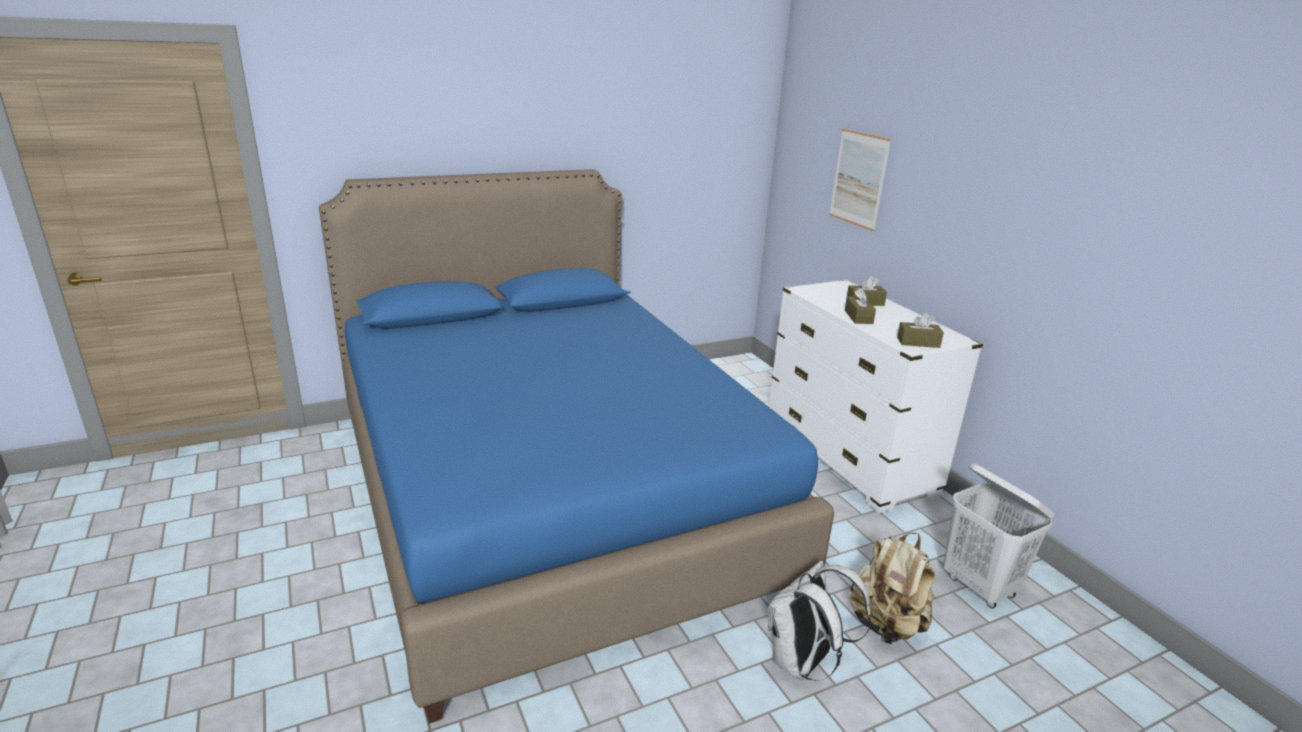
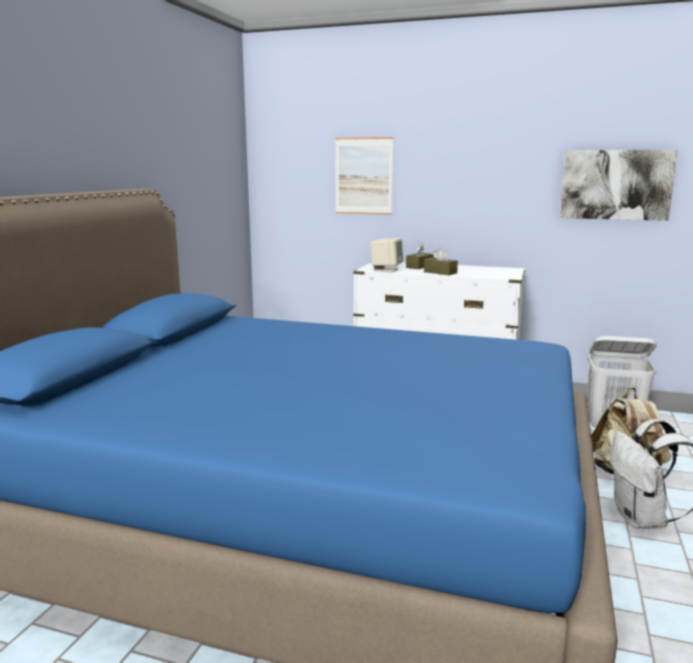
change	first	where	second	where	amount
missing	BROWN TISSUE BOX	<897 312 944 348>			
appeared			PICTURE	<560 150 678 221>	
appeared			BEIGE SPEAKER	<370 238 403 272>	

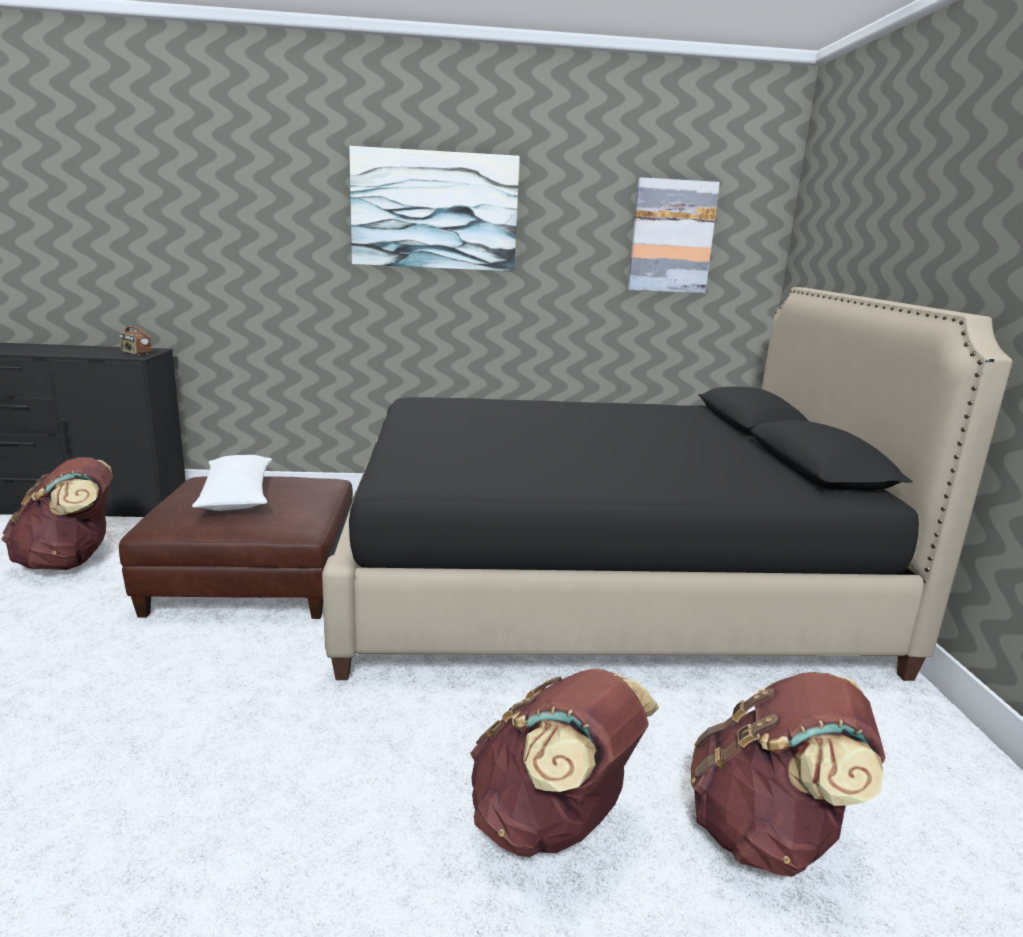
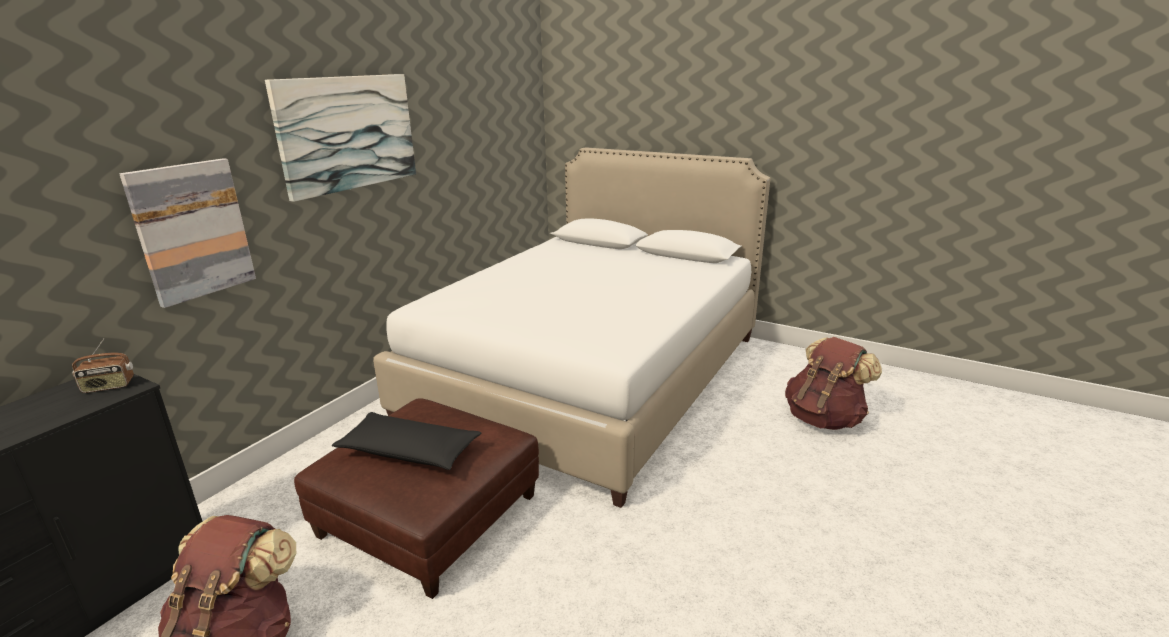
change	first	where	second	where	amount
relocated	PICTURE	<628 177 720 293>		<120 158 256 308>	
colour	BLACK BED	<322 287 1012 681>	WHITE BED	<373 147 770 508>	
colour	WHITE PILLOW	<192 455 272 511>	BLACK PILLOW	<332 412 481 470>	
missing	BROWN BACKPACK	<470 669 659 857>			

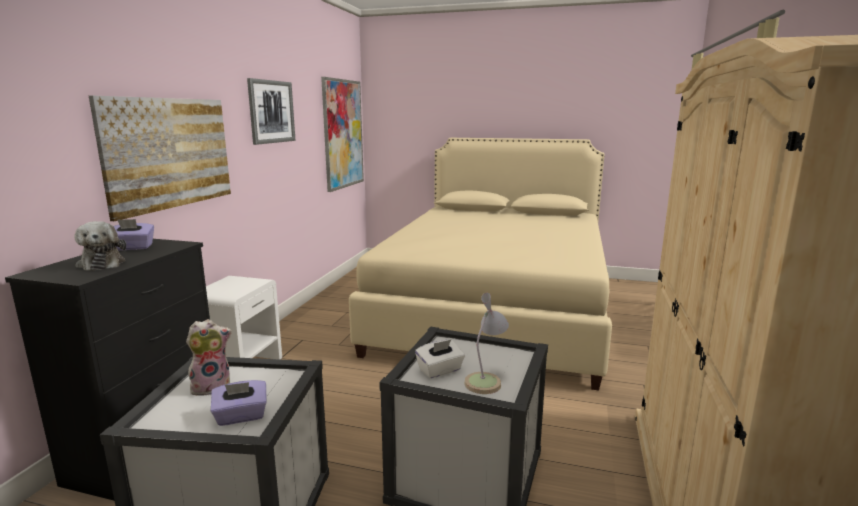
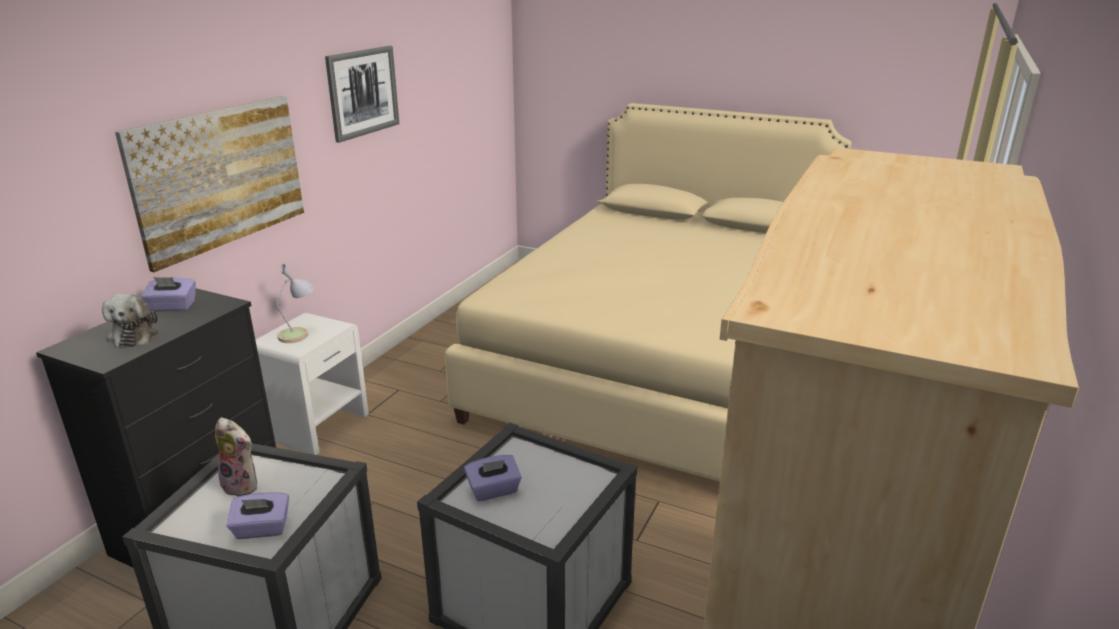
change	first	where	second	where	amount
missing	PICTURE	<321 77 364 192>			
relocated	TABLE LAMP	<464 292 509 394>		<276 264 314 343>	
spun	PLUSH TOY	<186 319 232 396>		<215 417 257 497>	45 degrees clockwise
colour	WHITE TISSUE BOX	<415 340 465 379>	PURPLE TISSUE BOX	<464 455 522 501>	

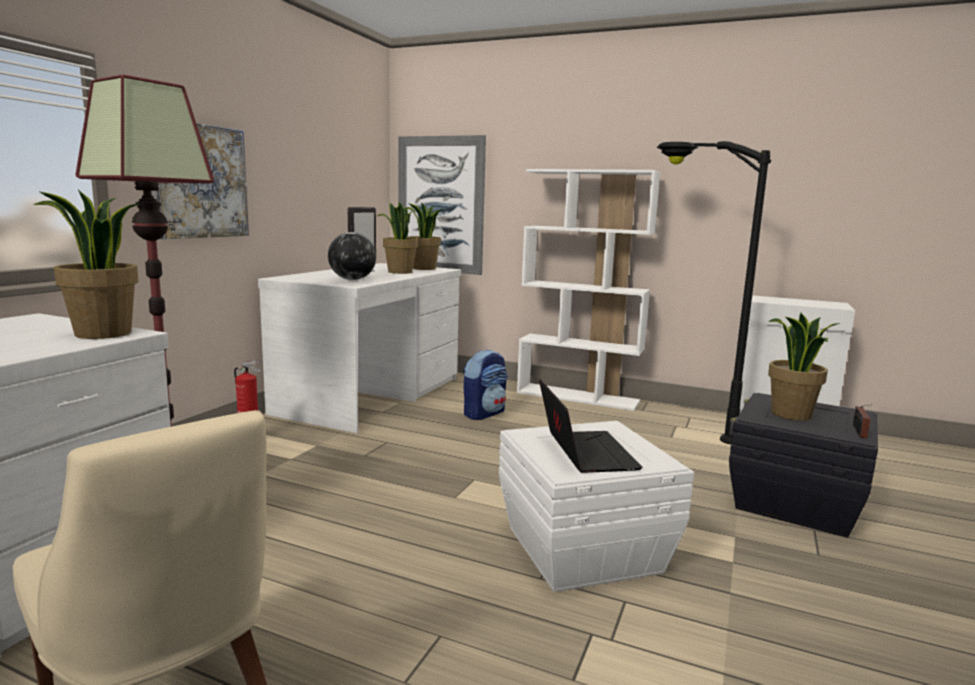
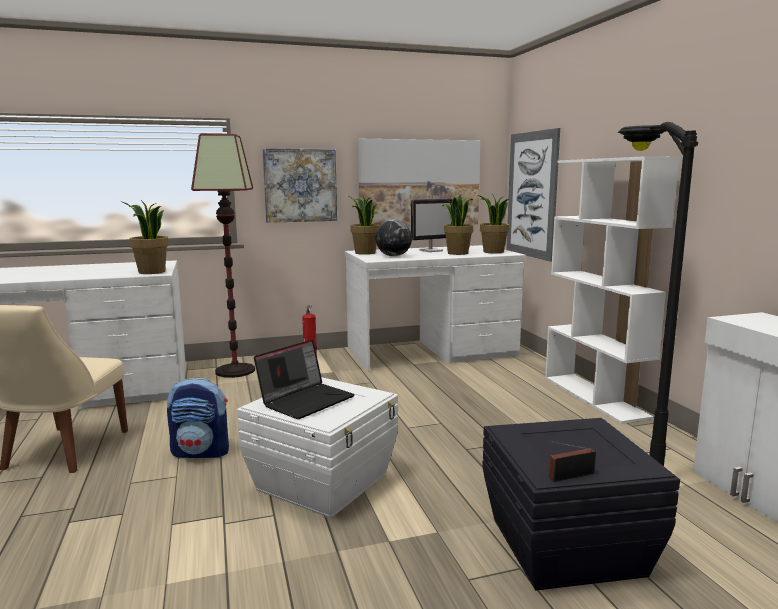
change	first	where	second	where	amount
relocated	POTTED PLANT	<768 313 840 421>		<347 194 380 255>	
relocated	BACKPACK	<463 349 508 420>		<167 378 229 458>	
appeared			PICTURE	<358 139 480 226>	

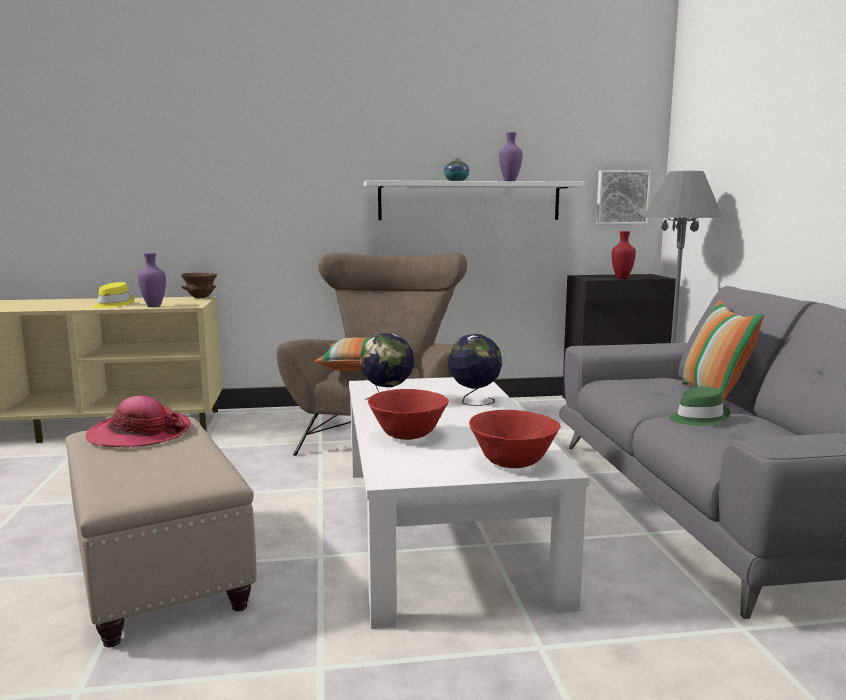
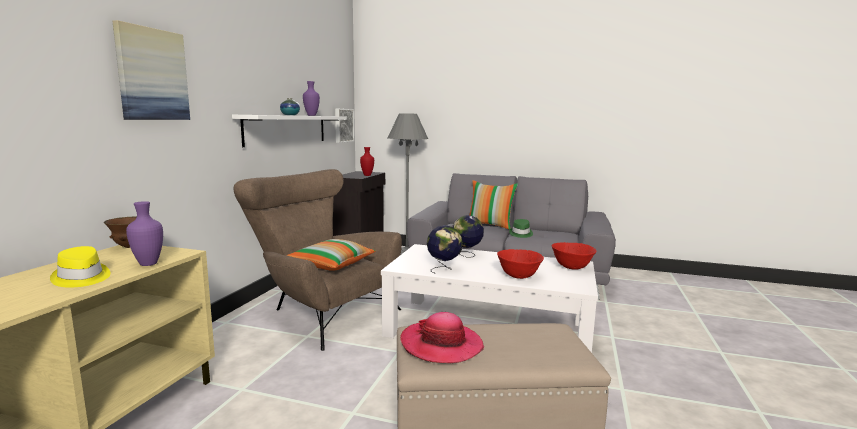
change	first	where	second	where	amount
appeared			PICTURE	<112 20 190 120>	

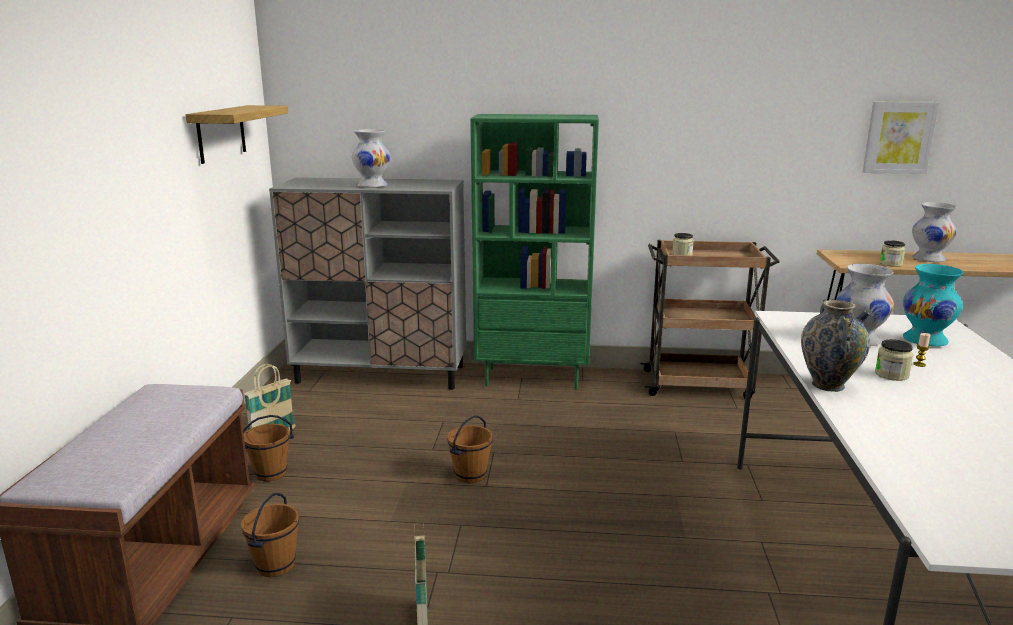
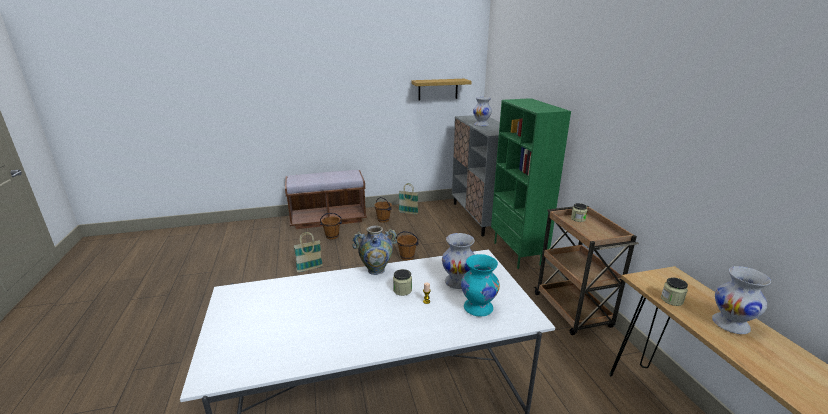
change	first	where	second	where	amount
missing	PICTURE	<863 102 939 174>			

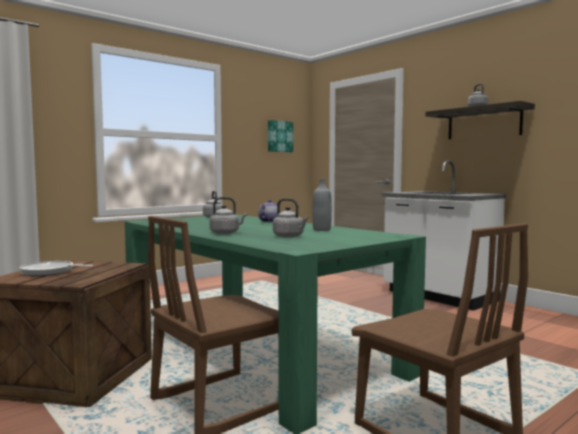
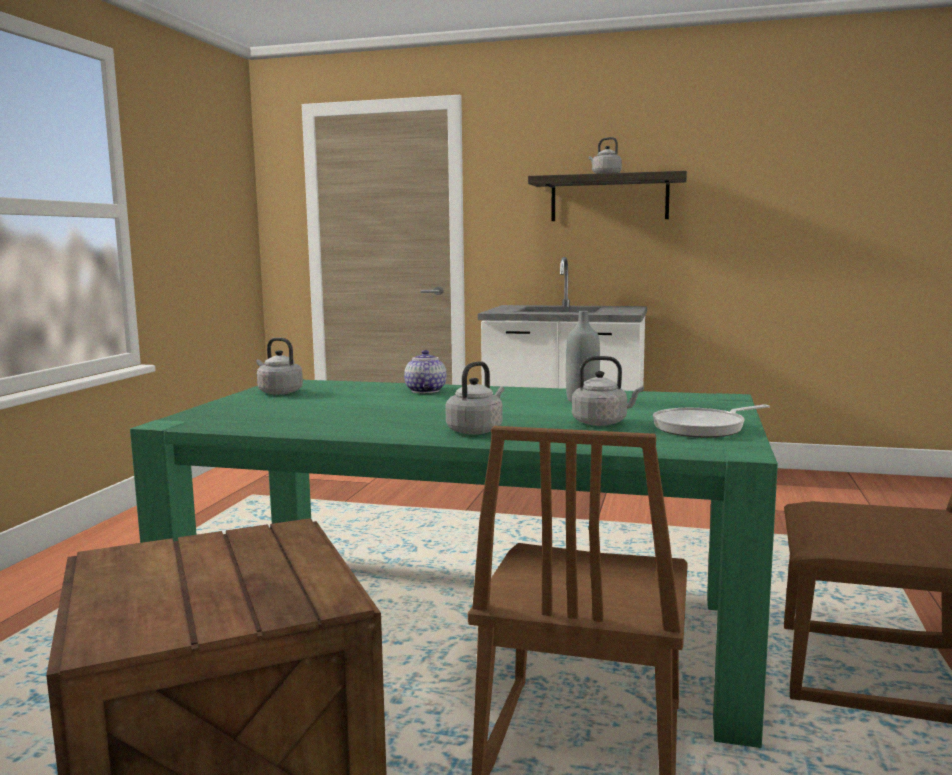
change	first	where	second	where	amount
missing	PICTURE	<268 120 293 152>			
relocated	FRYING PAN	<19 261 93 276>		<653 405 769 438>	

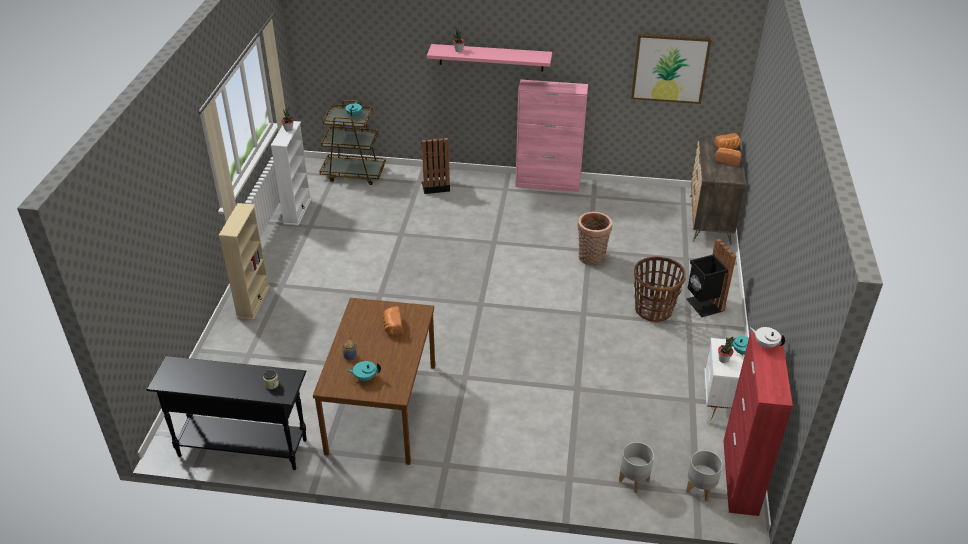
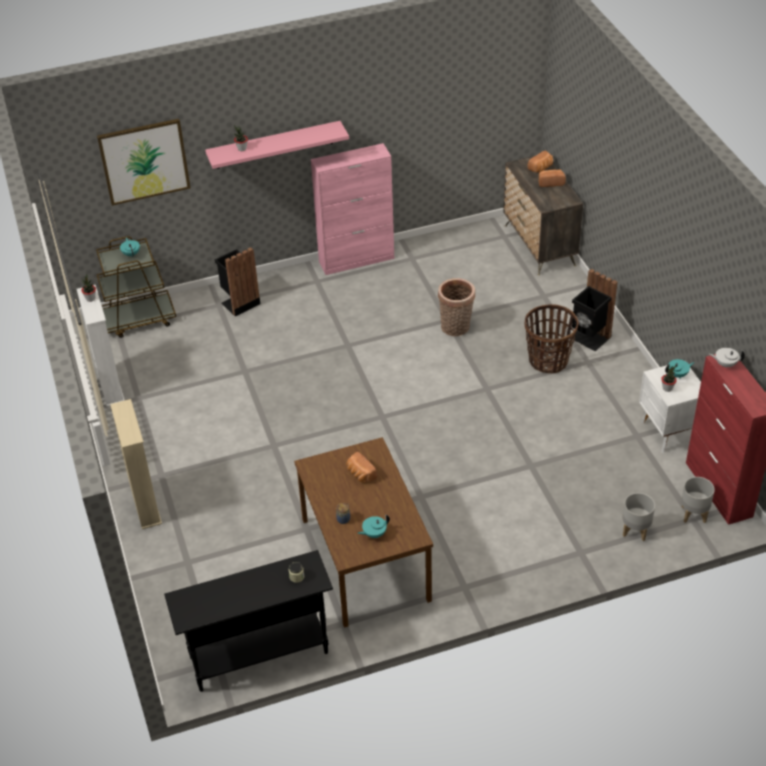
change	first	where	second	where	amount
relocated	PICTURE	<631 34 712 104>		<97 119 191 206>	

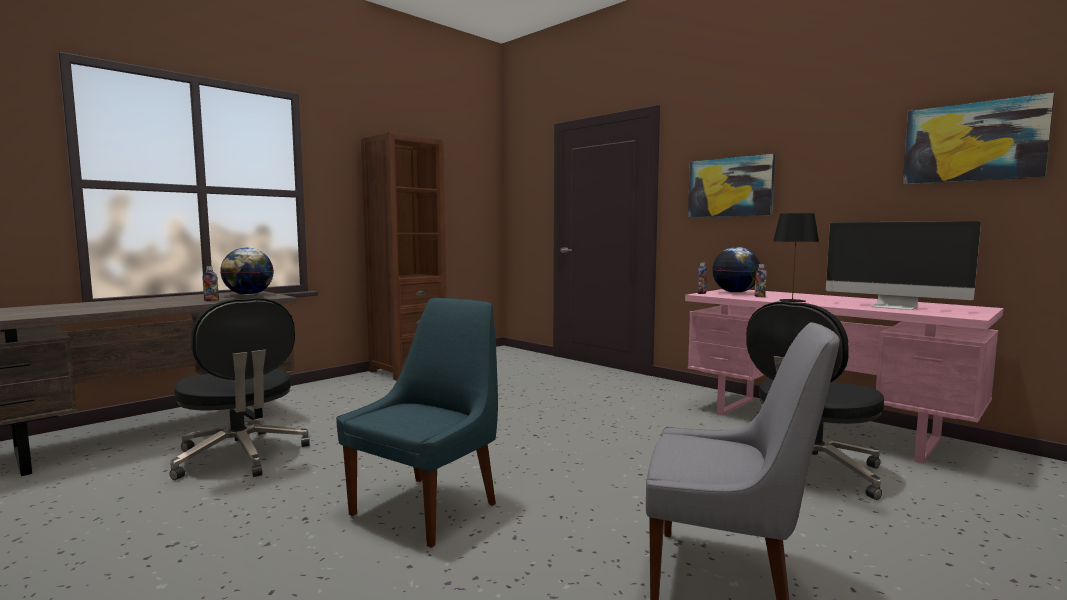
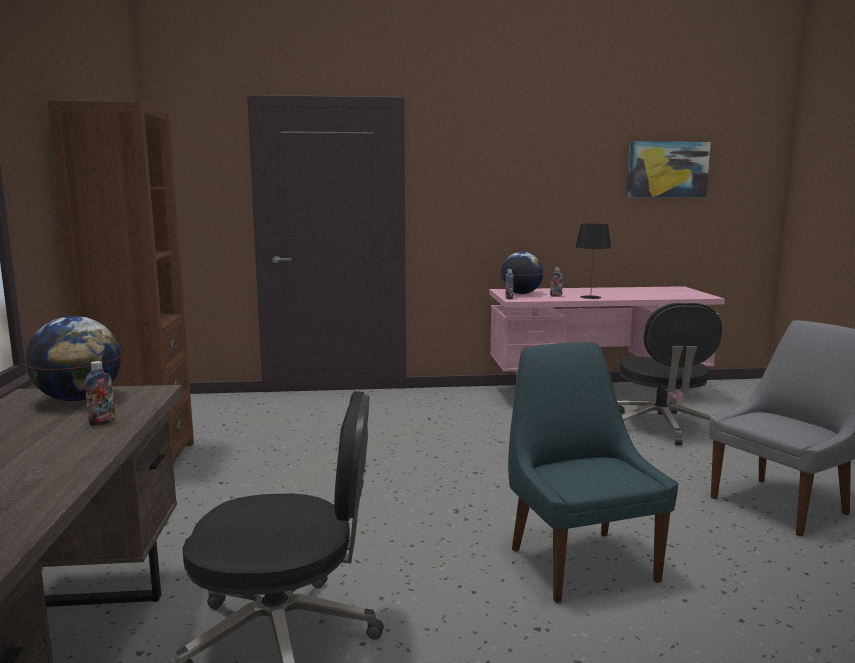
change	first	where	second	where	amount
missing	PICTURE	<688 153 775 217>			
missing	MONITOR	<826 221 981 310>			

